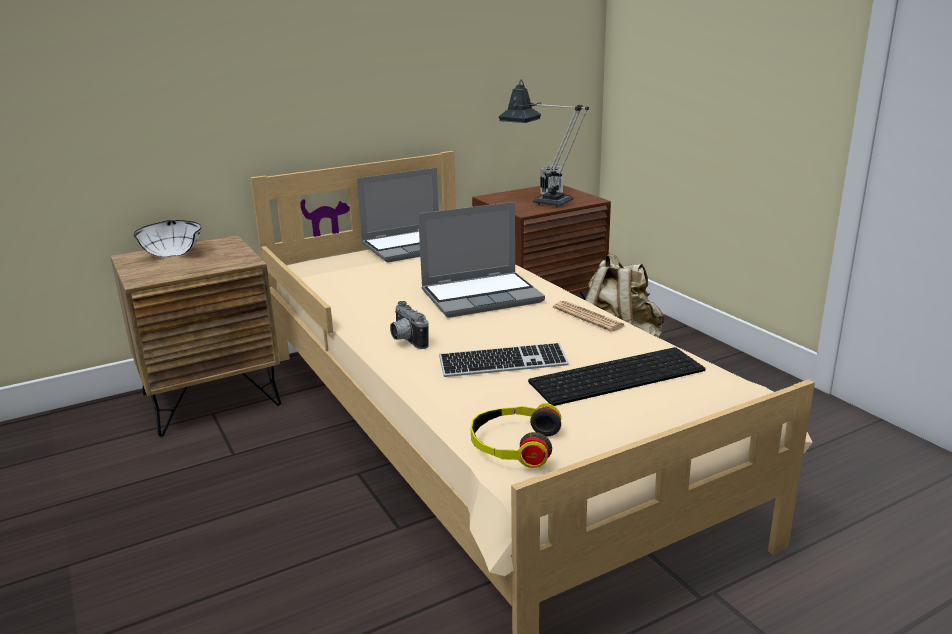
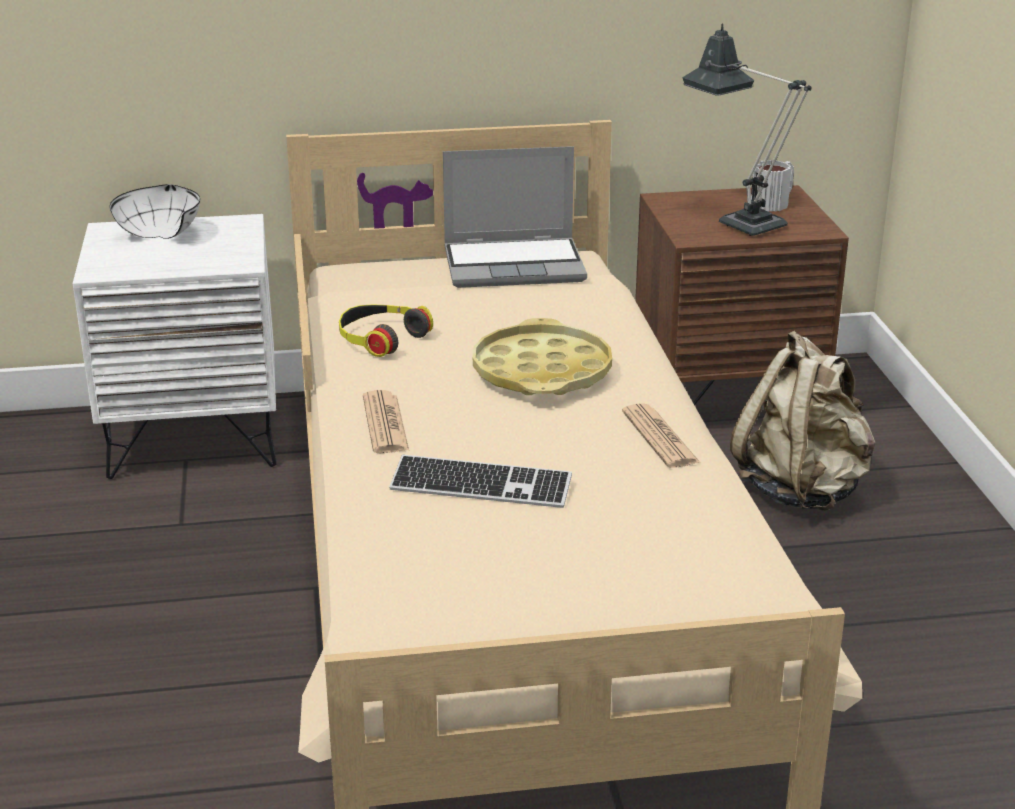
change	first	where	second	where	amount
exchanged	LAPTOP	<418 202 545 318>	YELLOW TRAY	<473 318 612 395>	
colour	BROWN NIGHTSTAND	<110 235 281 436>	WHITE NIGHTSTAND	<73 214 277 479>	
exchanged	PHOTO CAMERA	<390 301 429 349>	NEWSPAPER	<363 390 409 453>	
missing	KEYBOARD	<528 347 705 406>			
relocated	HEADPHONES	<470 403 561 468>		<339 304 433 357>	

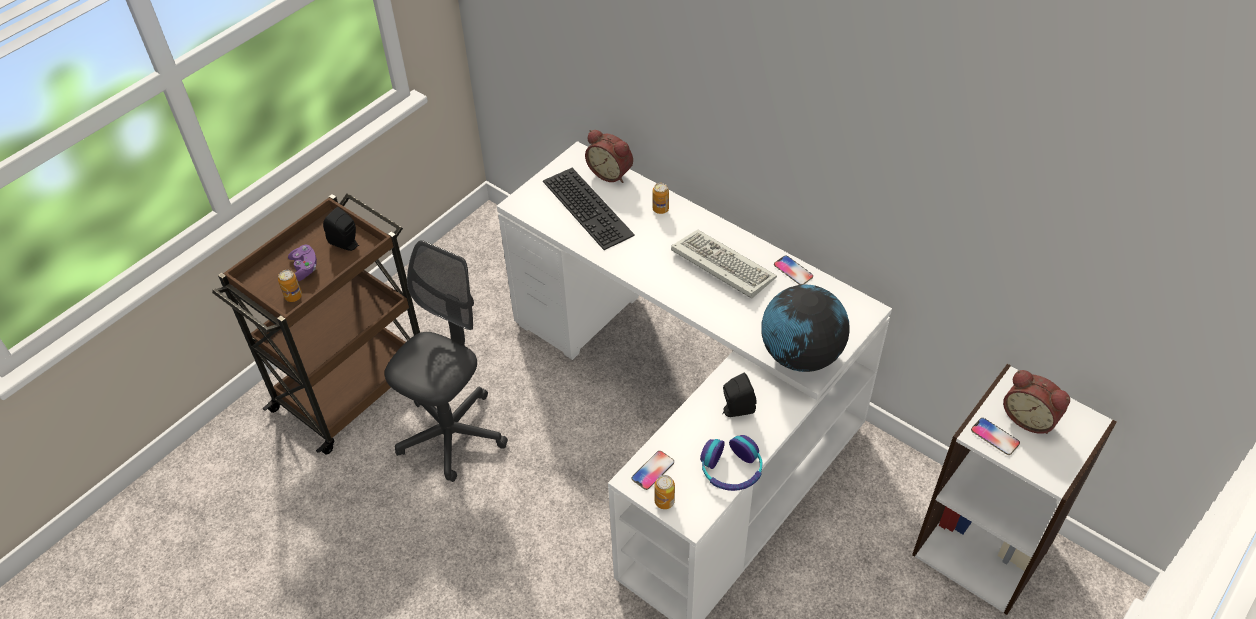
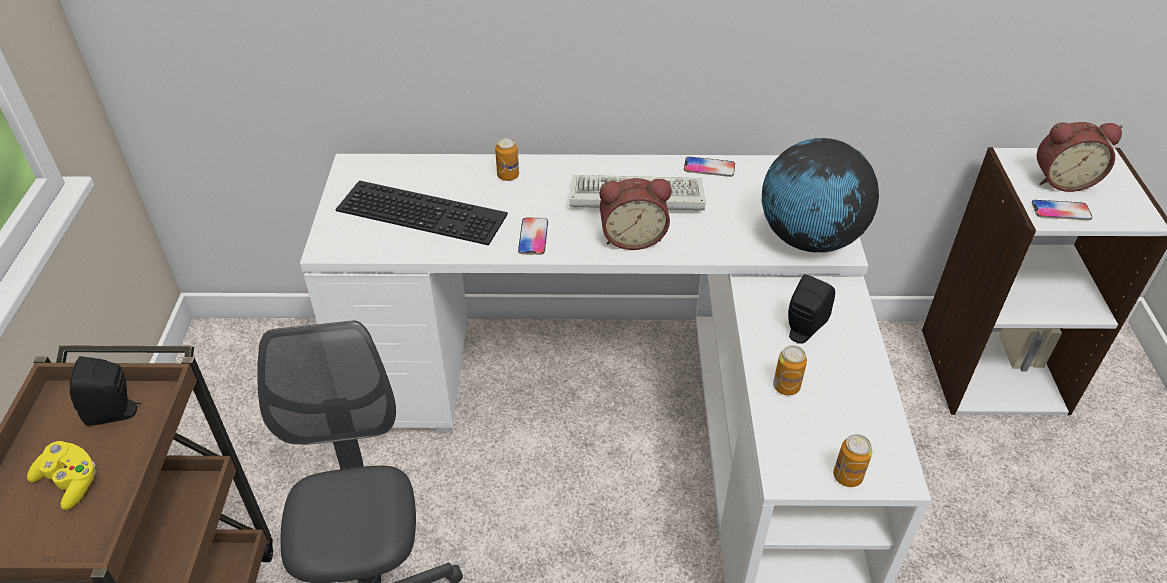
change	first	where	second	where	amount
relocated	ALARM CLOCK	<585 130 633 183>		<600 178 671 250>	
colour	PURPLE GAME CONTROLLER	<288 245 317 281>	YELLOW GAME CONTROLLER	<27 441 96 510>	
relocated	CAN	<278 270 302 302>		<773 345 807 395>	
missing	HEADPHONES	<700 435 763 491>			
relocated	PHONE	<632 451 674 490>		<518 217 548 255>	

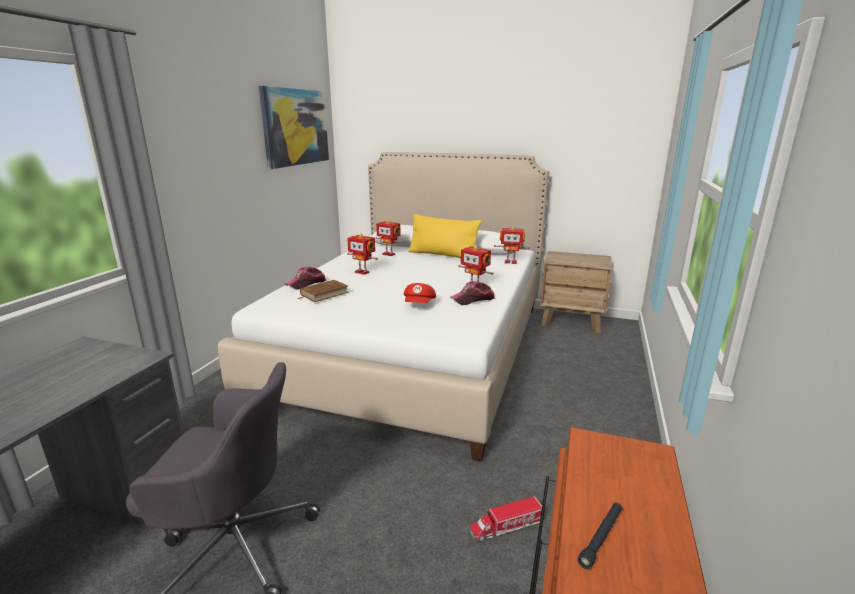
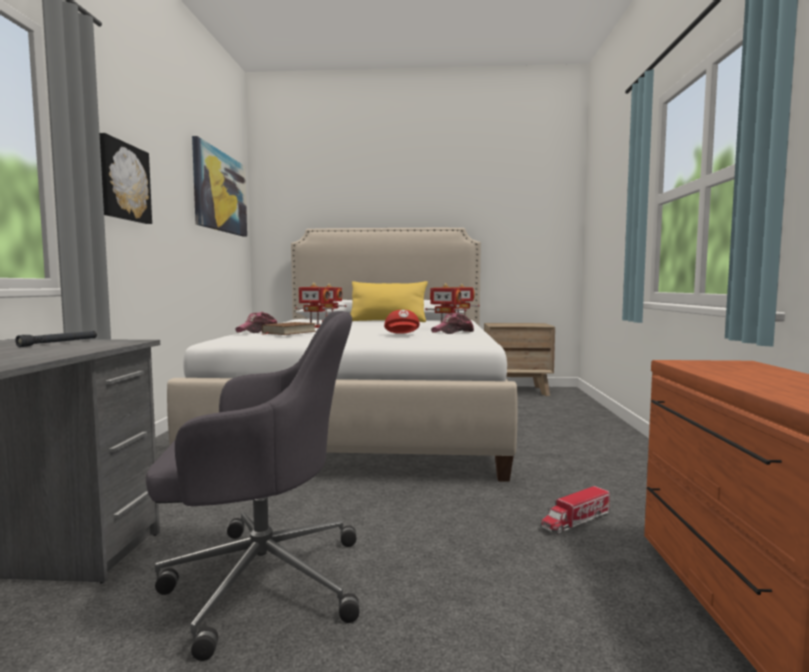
change	first	where	second	where	amount
relocated	BLACK FLASHLIGHT	<578 503 622 569>		<15 331 97 347>	
appeared			PICTURE	<100 133 152 224>	

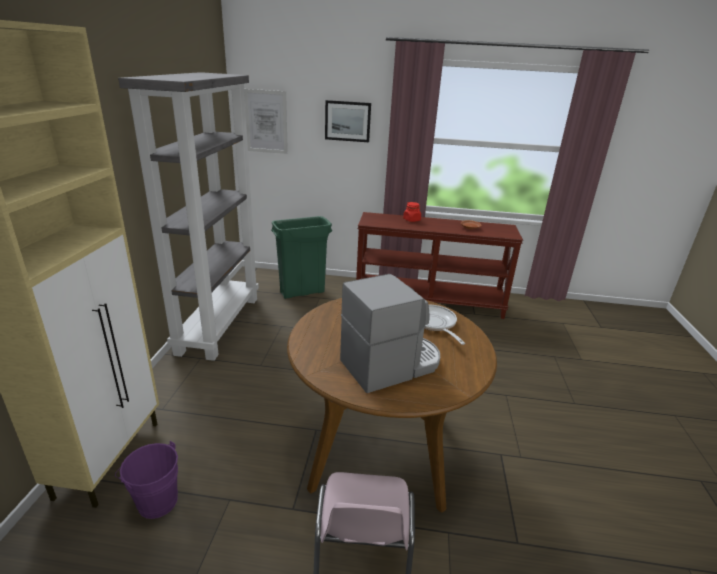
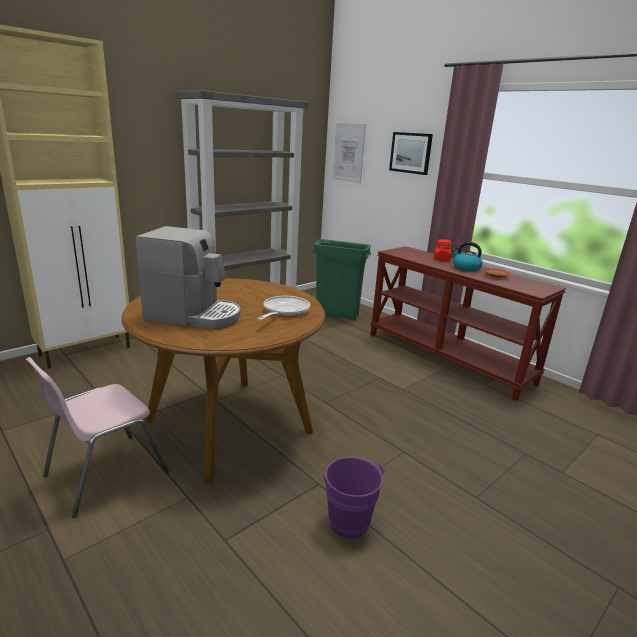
change	first	where	second	where	amount
relocated	PURPLE BUCKET	<115 441 178 519>		<321 457 384 539>	
appeared			KETTLE	<451 242 483 272>	

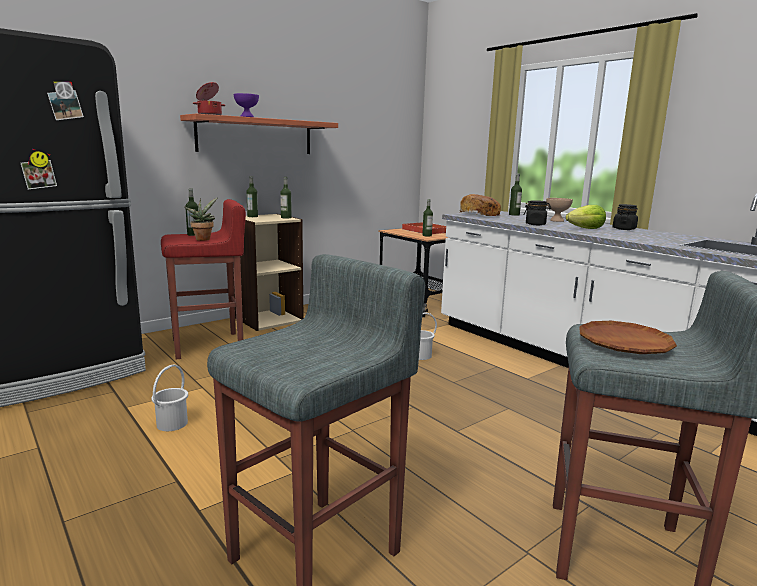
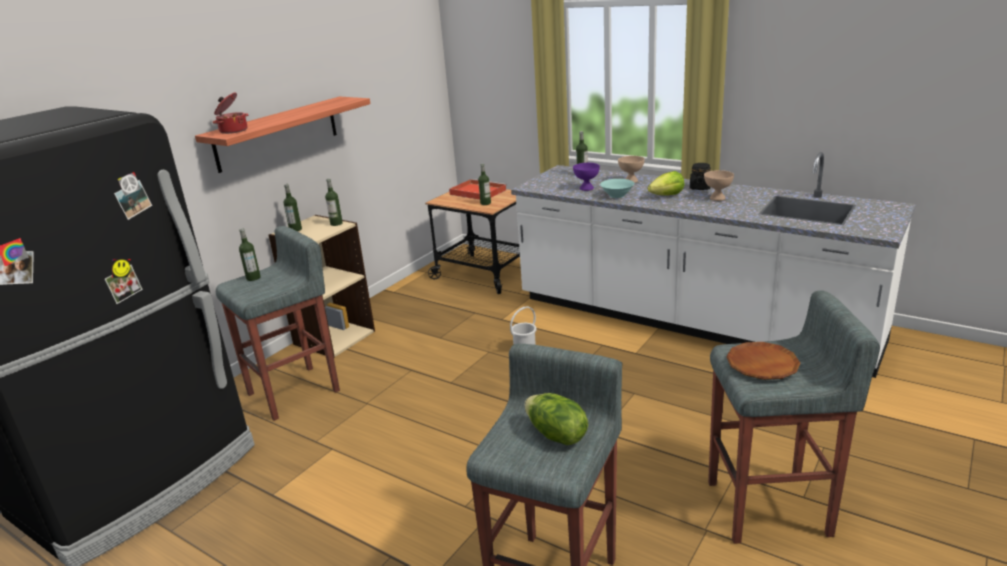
change	first	where	second	where	amount
relocated	PURPLE BOWL	<234 93 259 117>		<573 163 600 191>	
missing	BREAD	<460 194 501 216>			
missing	POTTED PLANT	<185 198 217 241>			
colour	RED STOOL	<161 199 246 360>	GREY STOOL	<216 226 340 421>	
exchanged	BLACK JAR	<524 200 551 225>	TURQUOISE BOWL	<600 179 634 198>	
missing	WHITE BUCKET	<151 365 188 431>			
appeared			BEIGE BOWL	<704 170 734 201>	
appeared			LETTUCE	<524 393 588 445>	

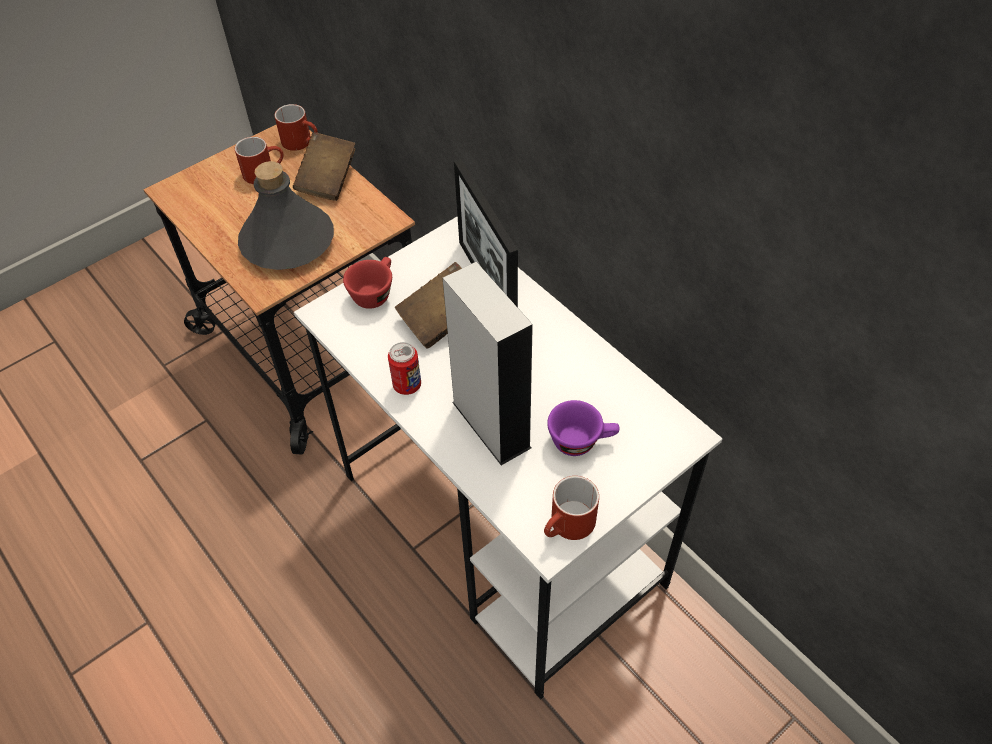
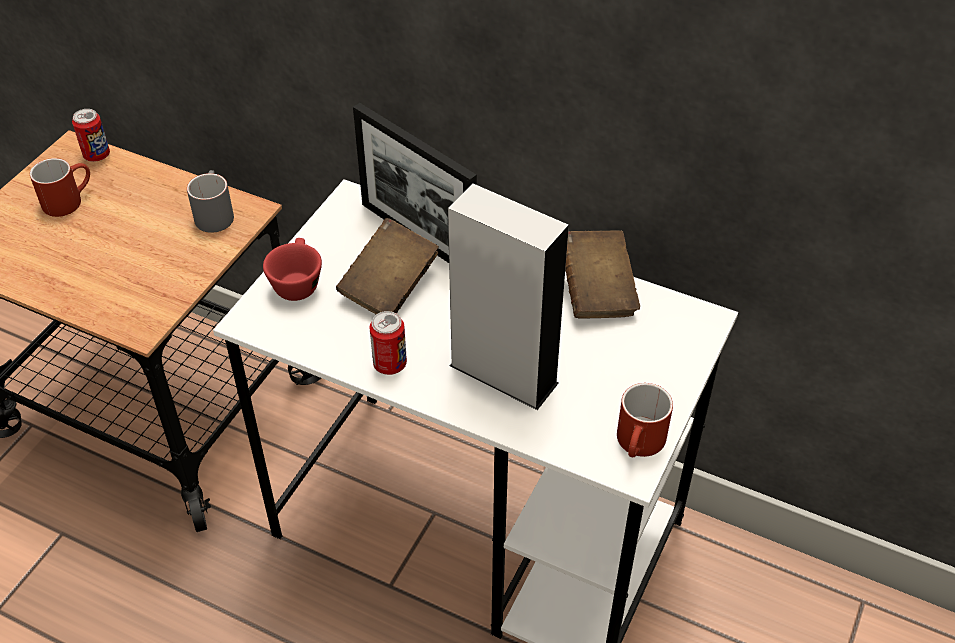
change	first	where	second	where	amount
exchanged	RED MUG	<274 104 318 151>	CAN	<72 109 110 162>	
relocated	BROWN BOOK	<293 132 356 201>		<565 230 640 318>	
missing	GREY BOTTLE	<238 161 334 270>			
missing	PURPLE CUP	<547 400 619 456>			
appeared			GREY MUG	<187 170 234 233>	

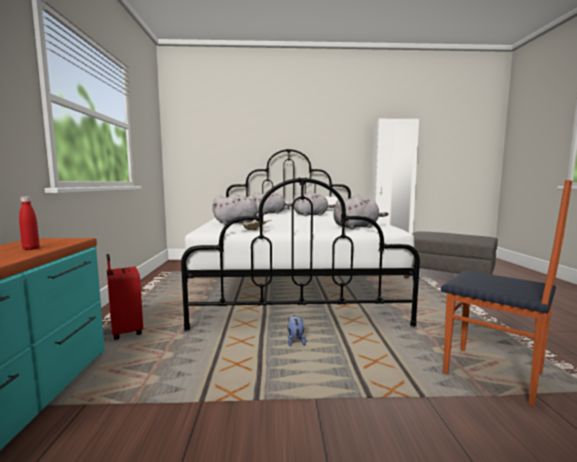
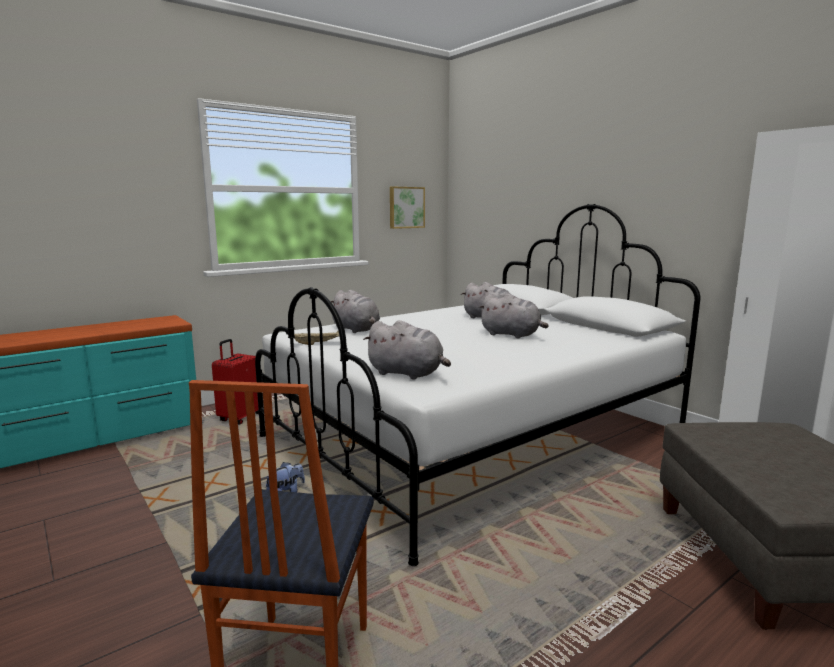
change	first	where	second	where	amount
missing	RED BOTTLE	<19 196 40 250>			
appeared			PICTURE	<390 186 425 229>	

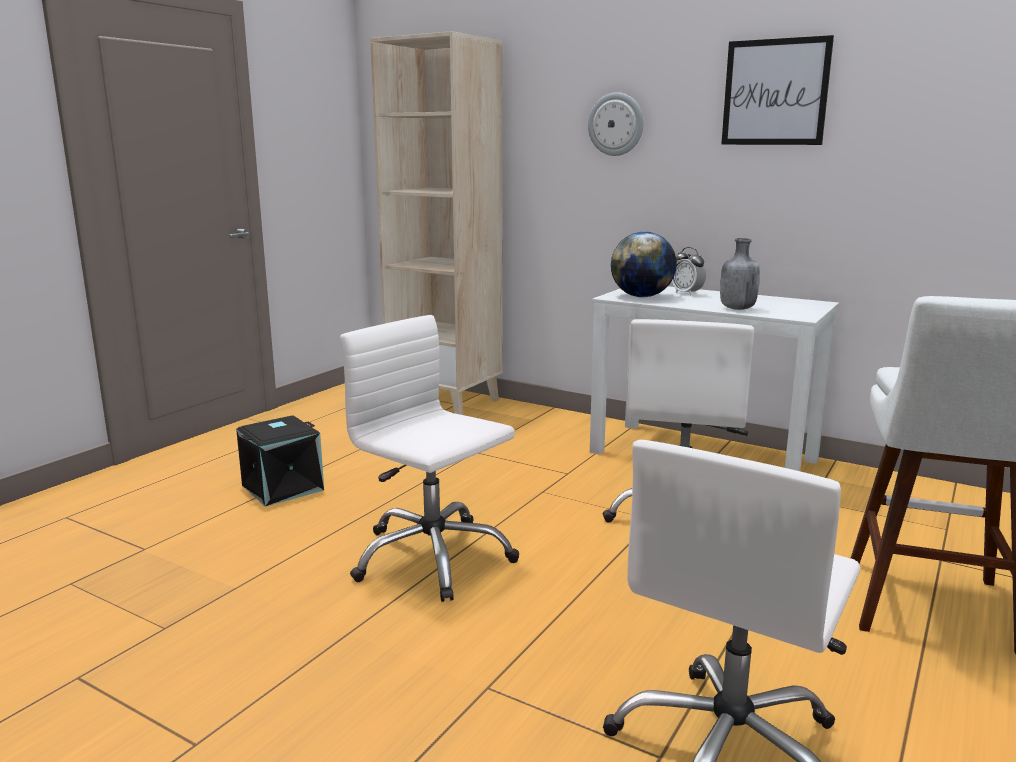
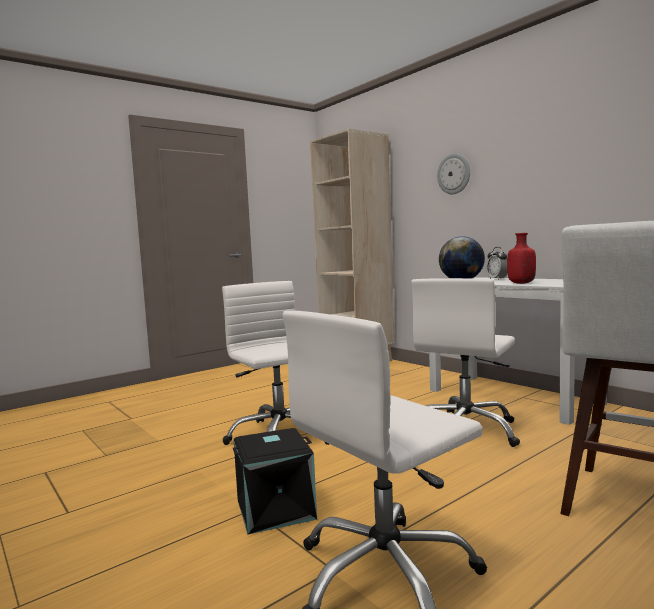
change	first	where	second	where	amount
missing	PICTURE	<721 35 834 145>			
colour	GREY BOTTLE	<720 238 760 310>	RED BOTTLE	<507 233 536 284>	
relocated	BLACK STORAGE BOX	<236 416 324 506>		<233 428 317 535>	

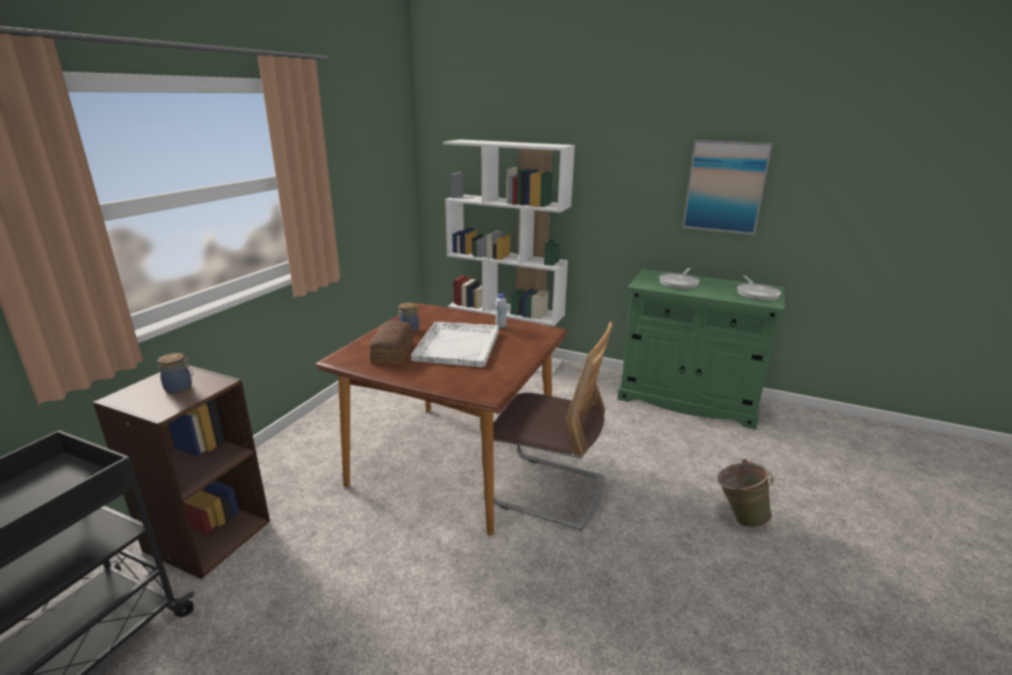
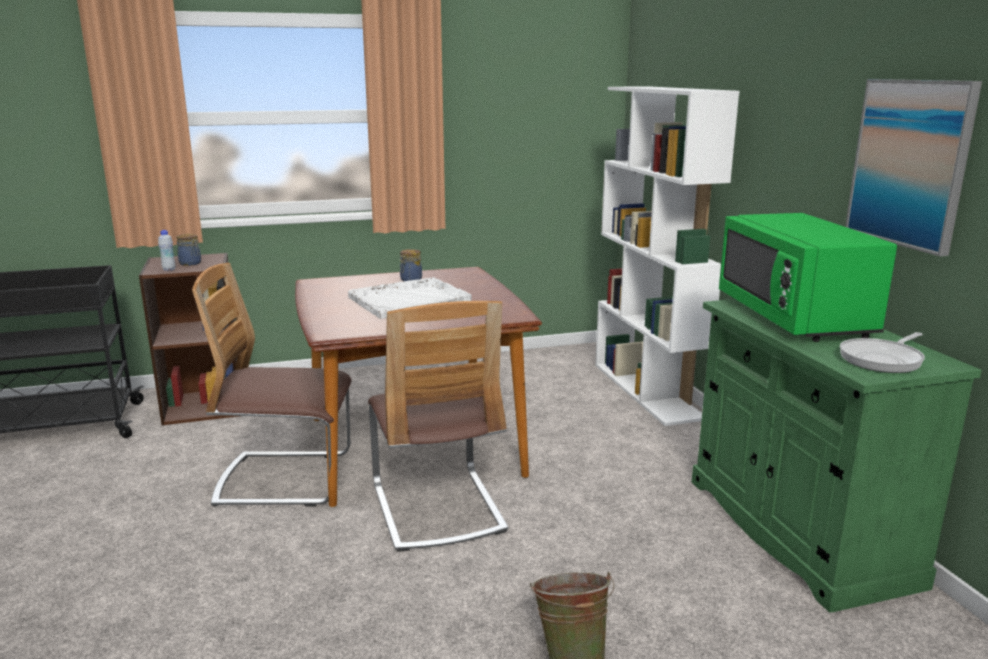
change	first	where	second	where	amount
exchanged	FRYING PAN	<659 268 699 289>	GREEN MICROWAVE	<719 213 897 342>	
relocated	WHITE BOTTLE	<495 293 507 329>		<158 230 175 271>	
missing	BREAD	<369 321 414 364>			
appeared			CHAIR	<192 263 352 506>	

